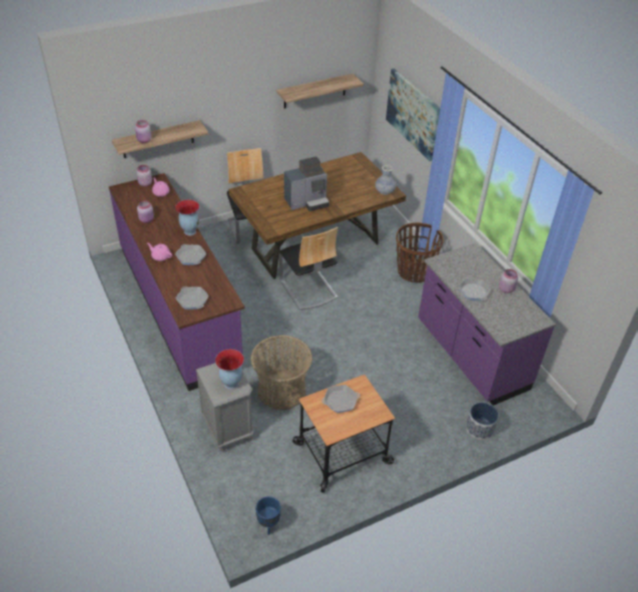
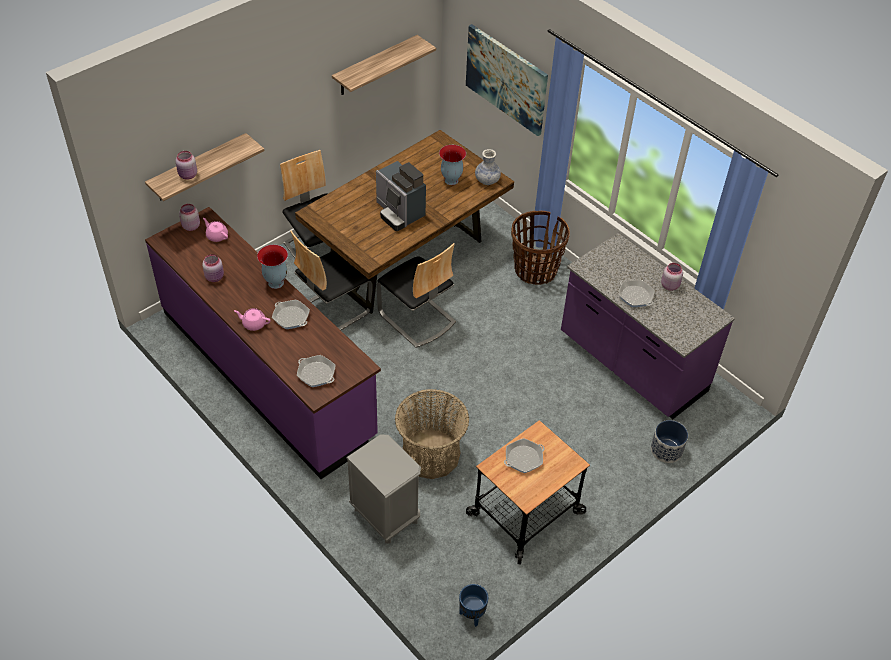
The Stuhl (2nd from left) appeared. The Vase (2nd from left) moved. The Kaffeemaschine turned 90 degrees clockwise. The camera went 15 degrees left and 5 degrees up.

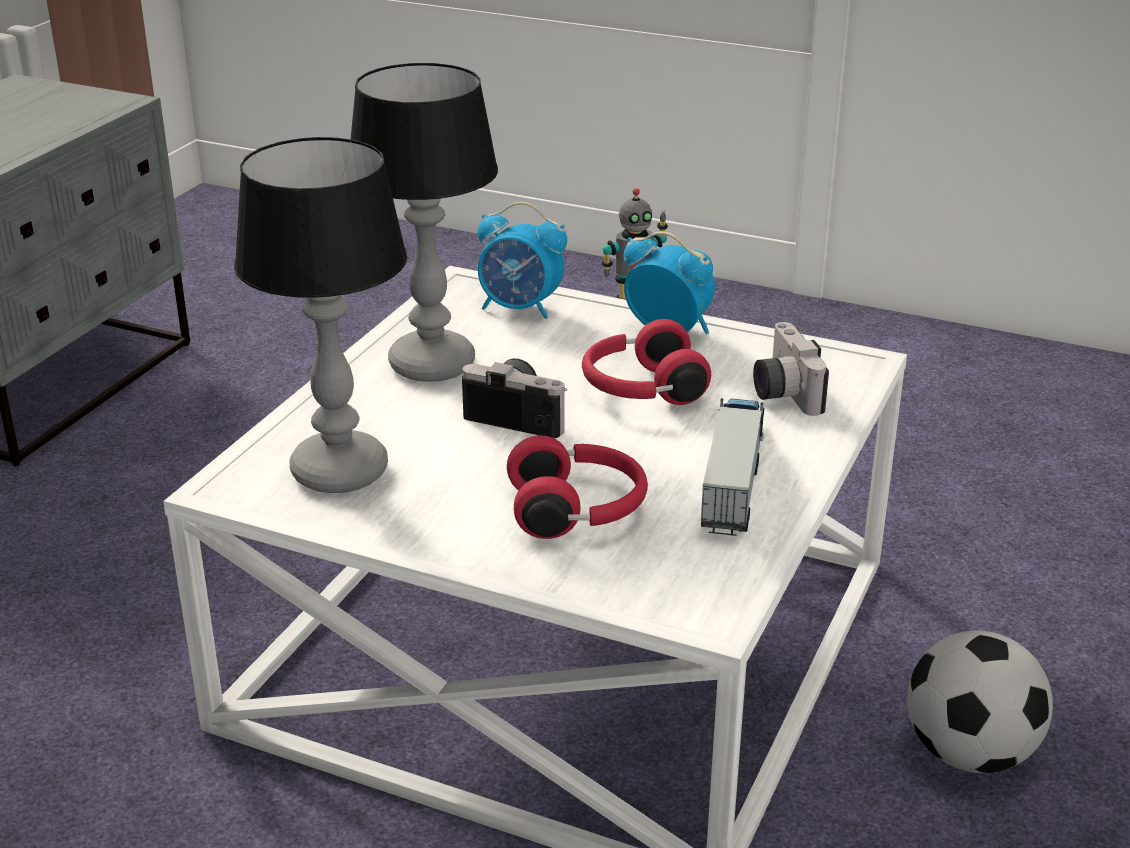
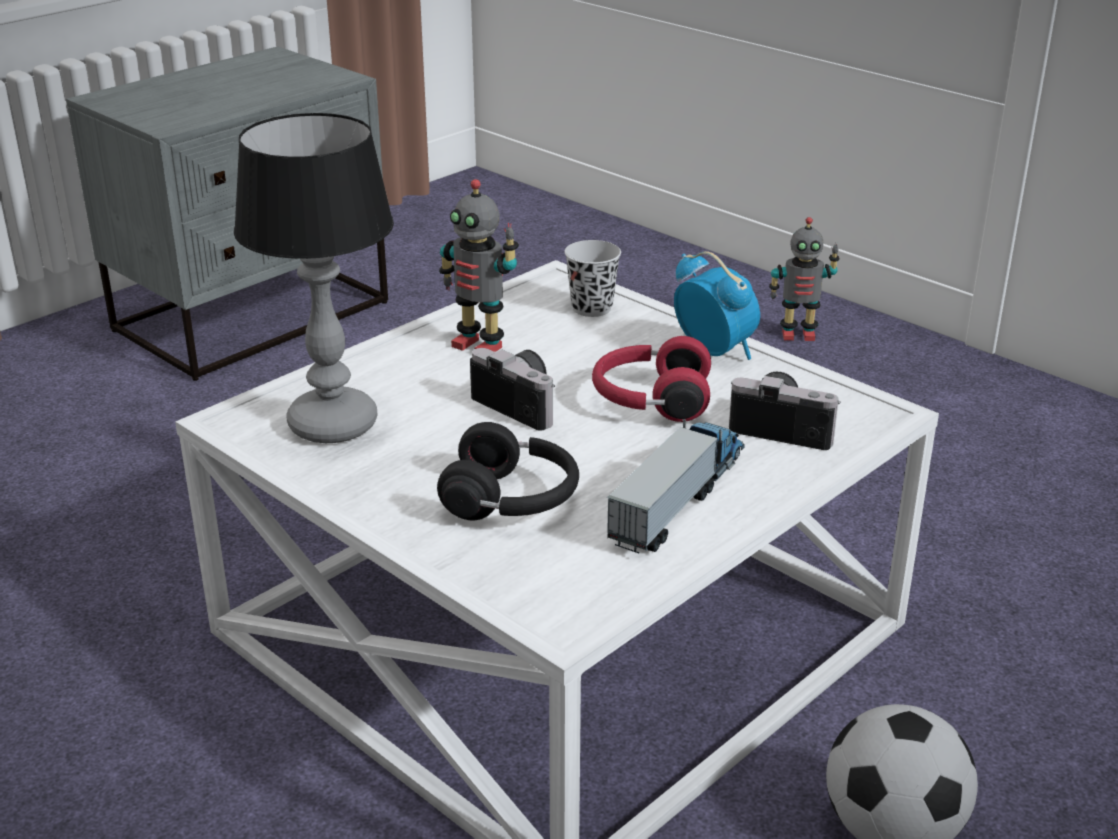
The Tischlampe (2nd from left) was replaced by the Spielzeugroboter (1st from left). The Wecker (1st from left) was replaced by the Tasse (schwarz). The Kopfhörer (rot) (1st from left) became the Kopfhörer (schwarz). The Kamera (2nd from left) turned 105 degrees clockwise. The camera went 20 degrees right and 0 degrees up.

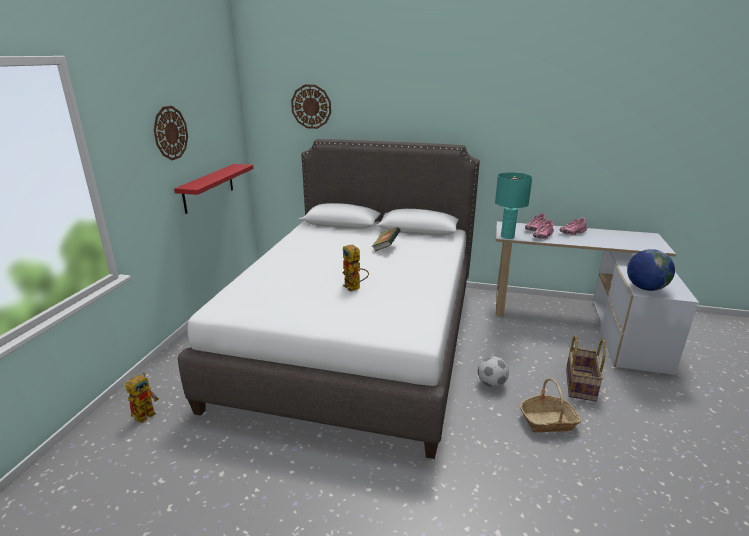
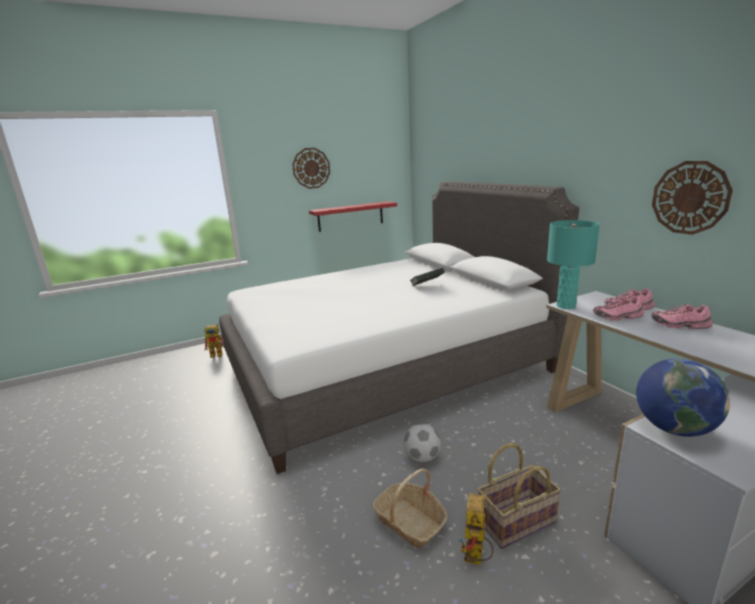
The Wanduhr (2nd from left) moved. The Spielzeugroboter (2nd from left) moved. The camera went 50 degrees right and 5 degrees down.

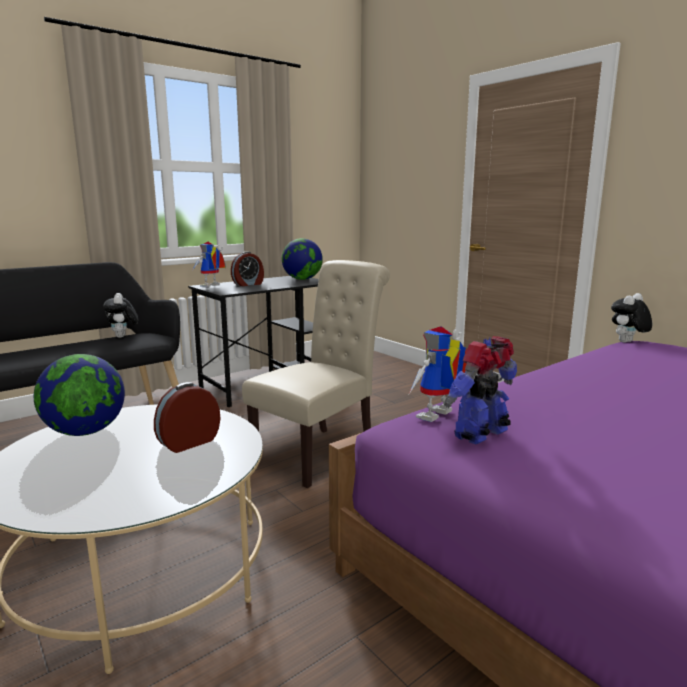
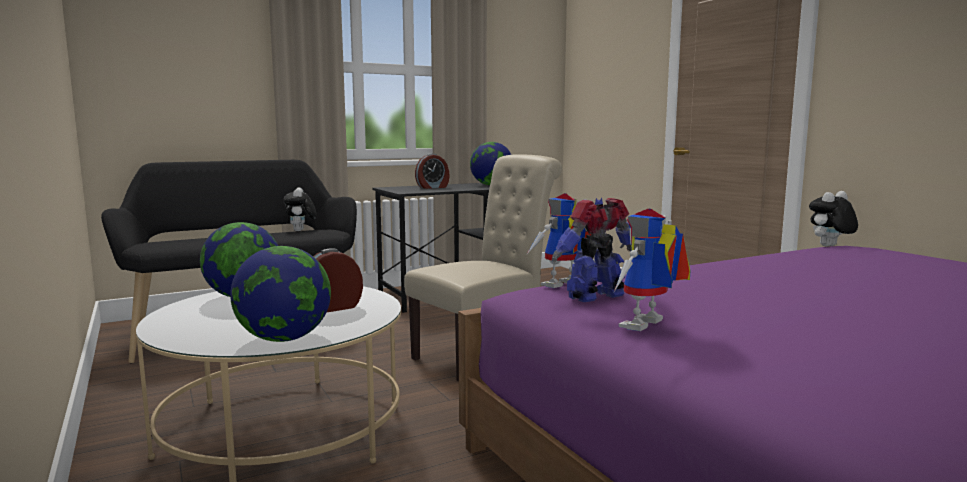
The Globus (2nd from left) appeared. The Spielzeugroboter (1st from left in the first image) moved. The camera went 10 degrees right and 5 degrees down.

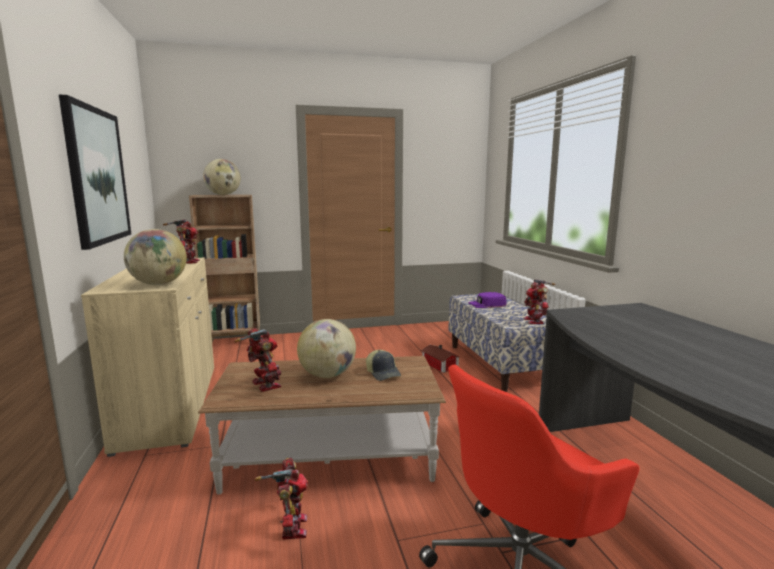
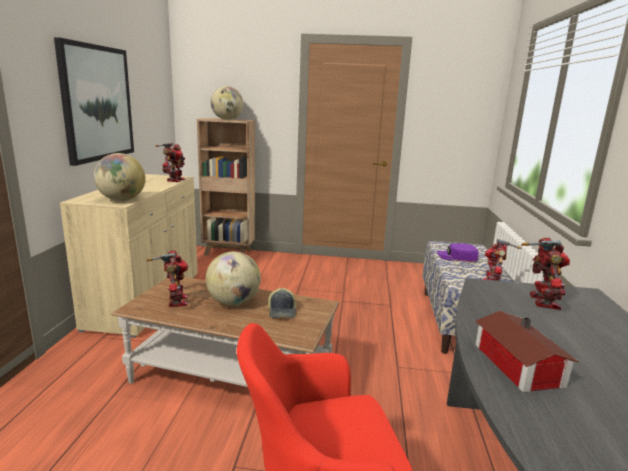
The Spielzeugroboter (3rd from left in the first image) moved. The Spielzeughaus moved. The camera went 20 degrees right and 5 degrees up.

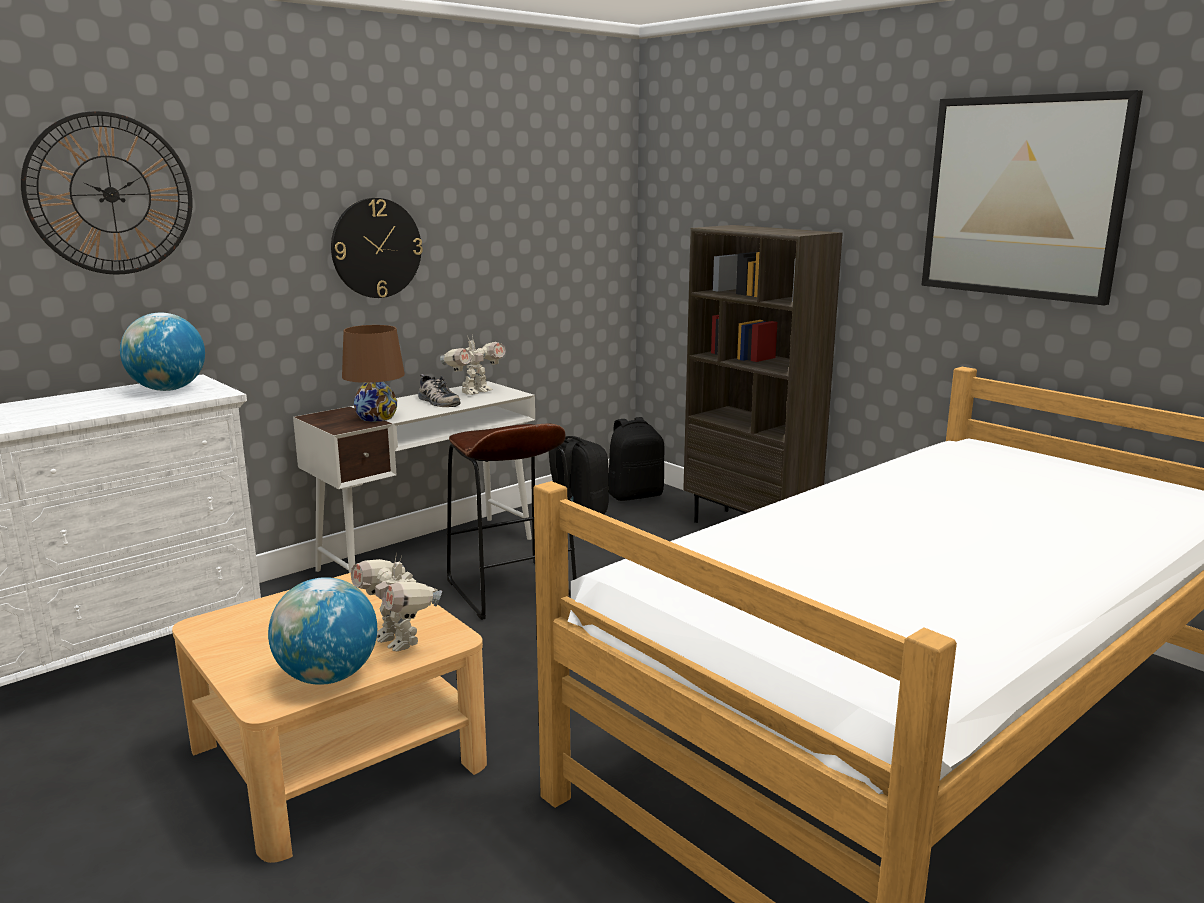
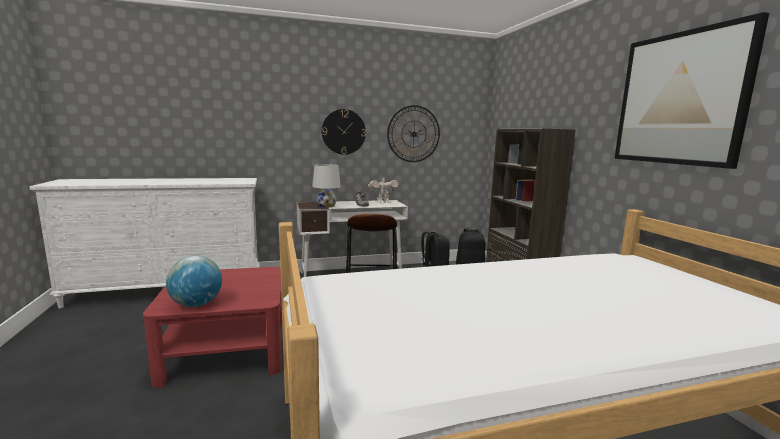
The Globus (1st from left) disappeared. The Spielzeugroboter (1st from left) disappeared. The Wanduhr (1st from left in the first image) moved. The Couchtisch (beige) became the Couchtisch (rot). The Tischlampe (braun) became the Tischlampe (weiß). The camera went 25 degrees right and 5 degrees down.

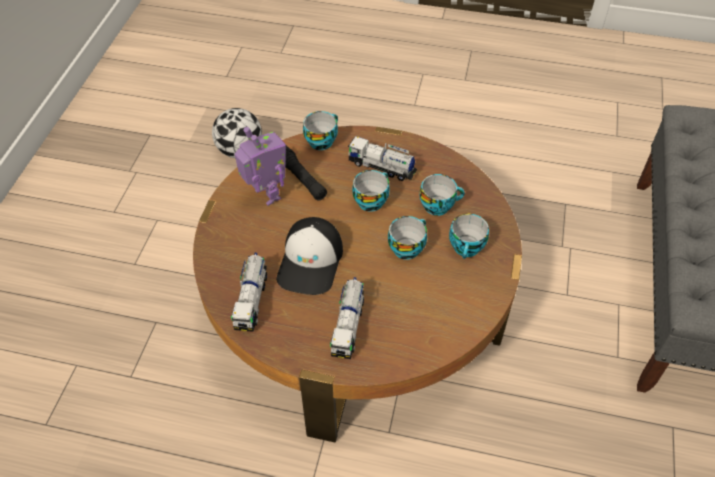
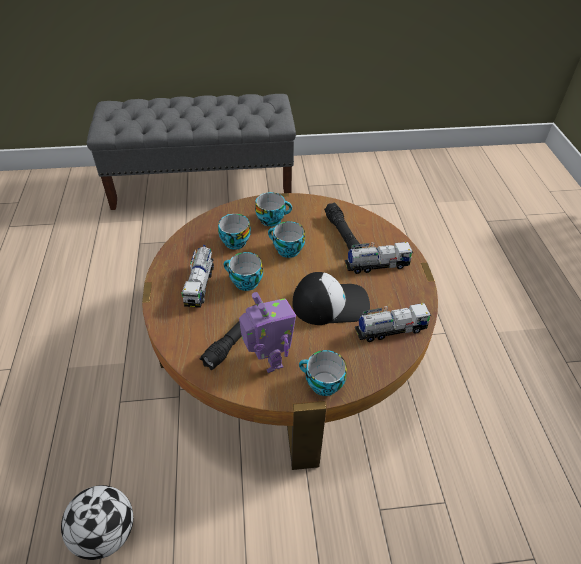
The Taschenlampe (schwarz) (2nd from left) appeared. The Tasse (1st from left in the first image) moved. The Spielzeugroboter turned 120 degrees clockwise. The camera went 110 degrees left and 5 degrees down.

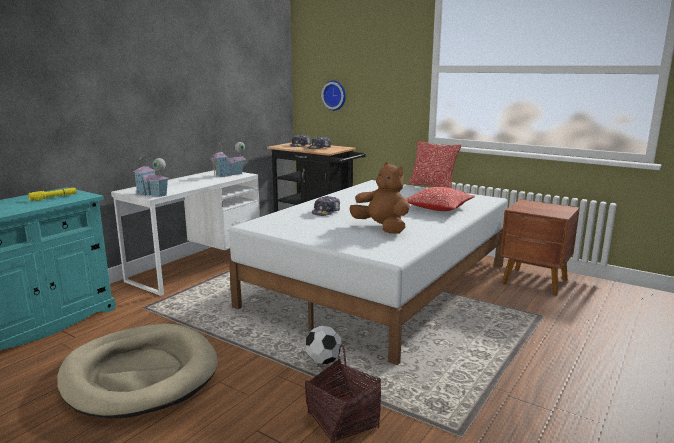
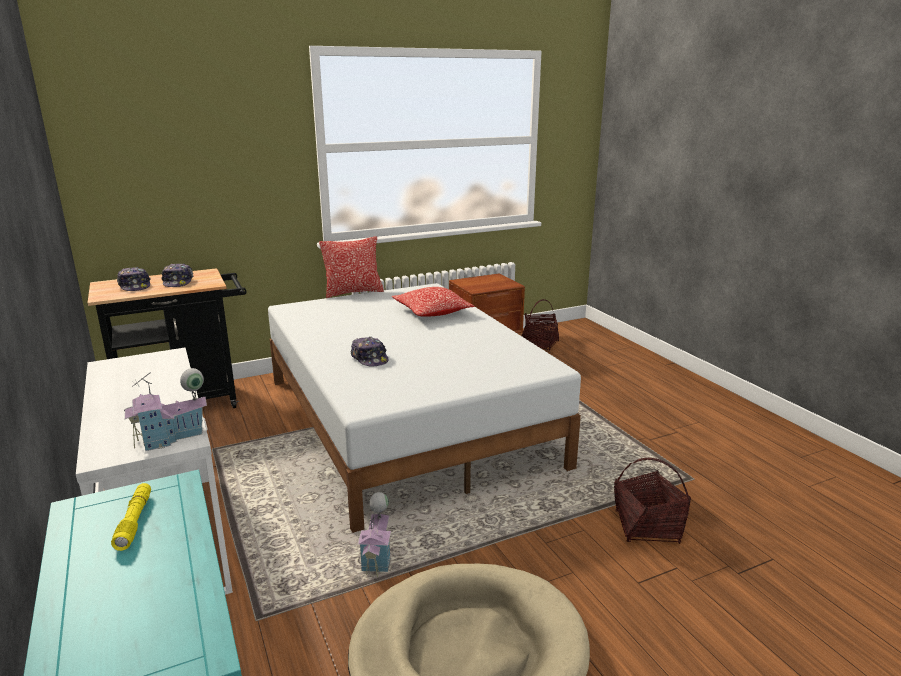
The Fußball disappeared. The Wanduhr disappeared. The Plüschtier (braun) disappeared. The Korb (1st from left) appeared. The Spielzeughaus (2nd from left) moved. The camera went 60 degrees left and 5 degrees up.

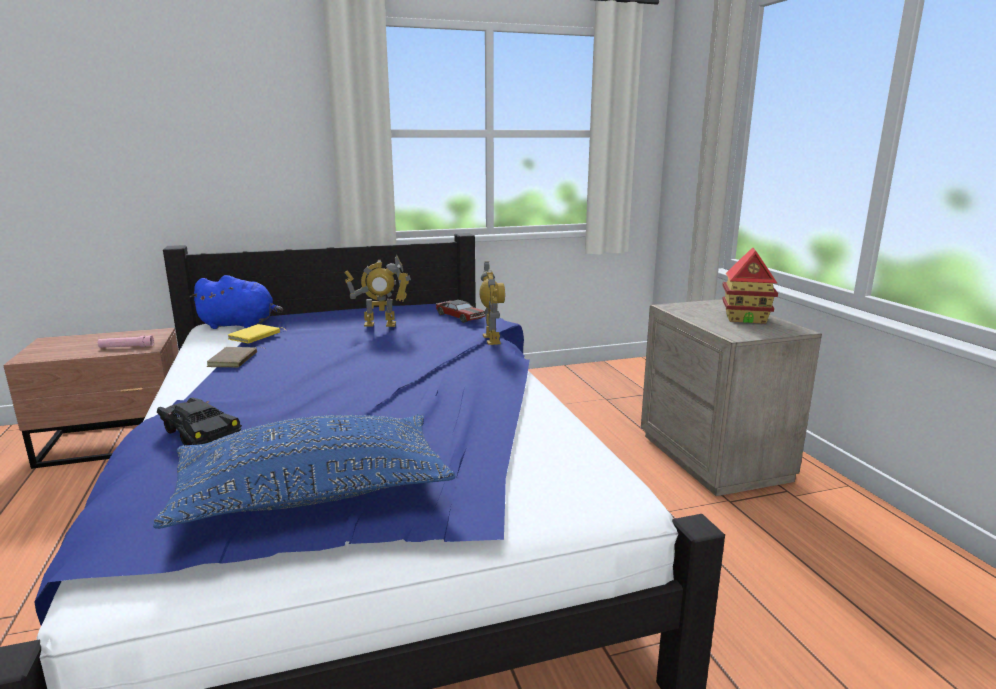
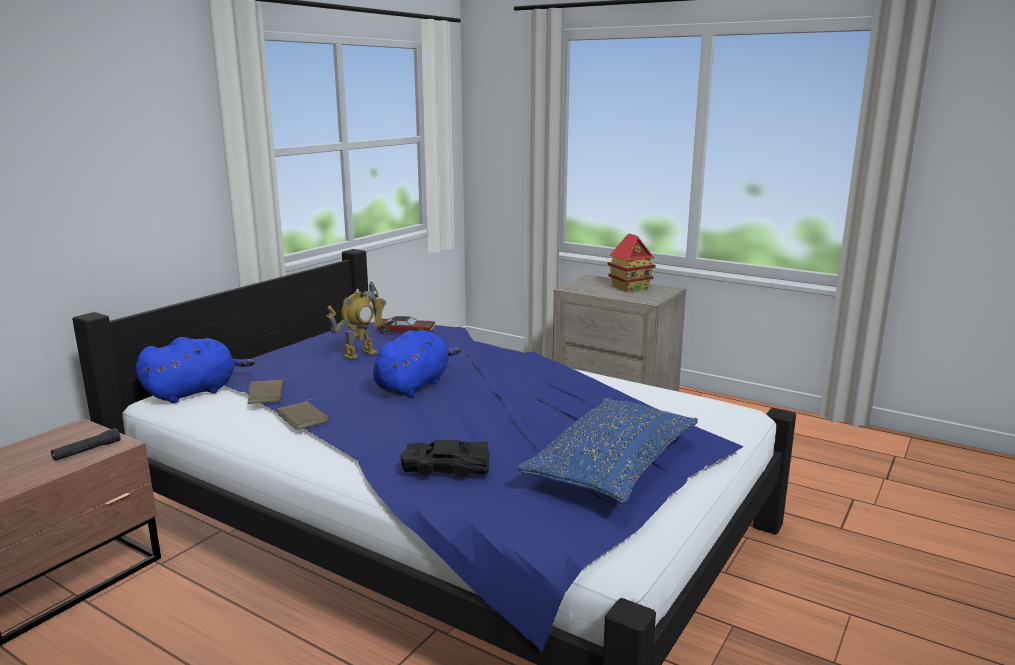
The Spielzeugroboter (2nd from left) disappeared. The Plüschtier (blau) (2nd from left) appeared. The Taschenlampe (rosa) became the Taschenlampe (schwarz). The Buch (gelb) became the Buch (braun) (1st from left). The camera went 40 degrees left and 0 degrees up.

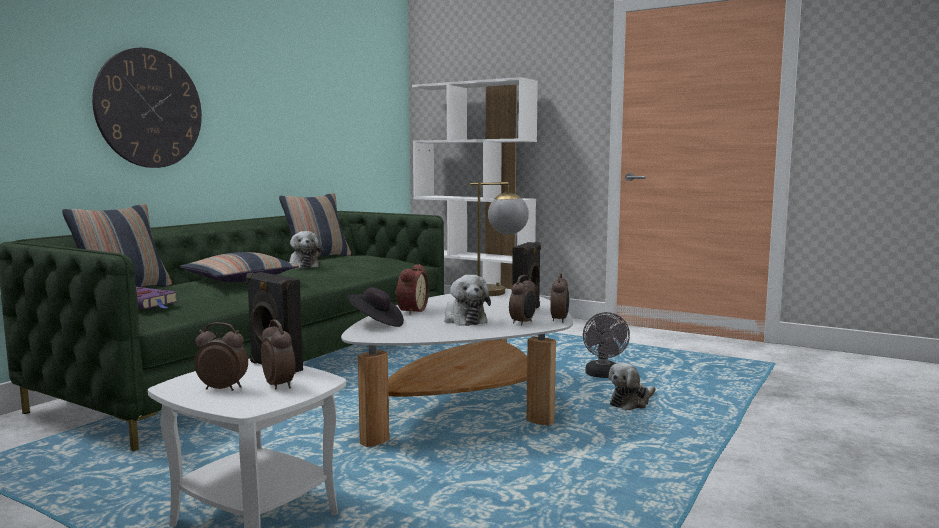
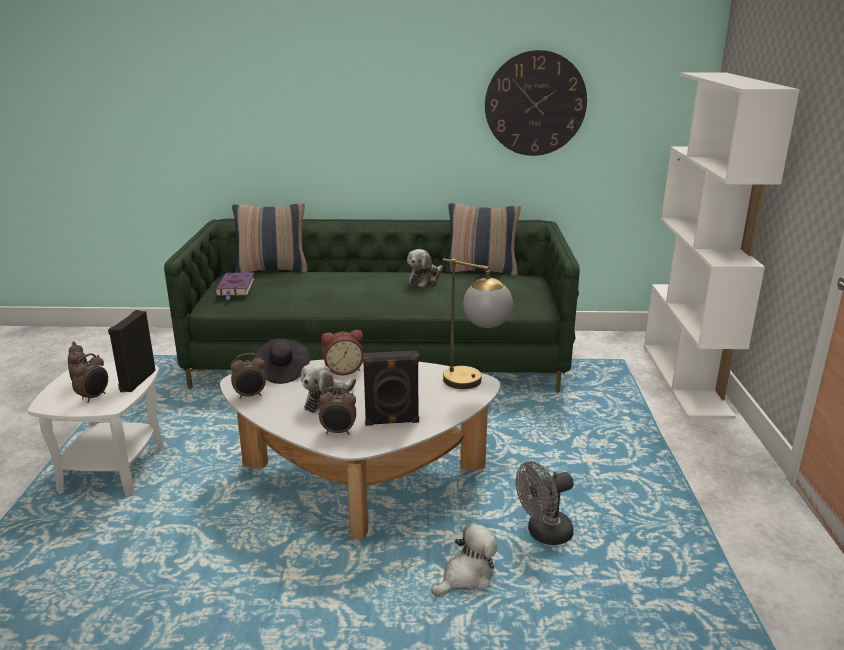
The Kissen (2nd from left) disappeared. The Wanduhr moved. The Wecker (5th from left in the first image) moved. The Plüschtier (3rd from left) turned 120 degrees clockwise. The camera went 60 degrees right and 15 degrees up.

